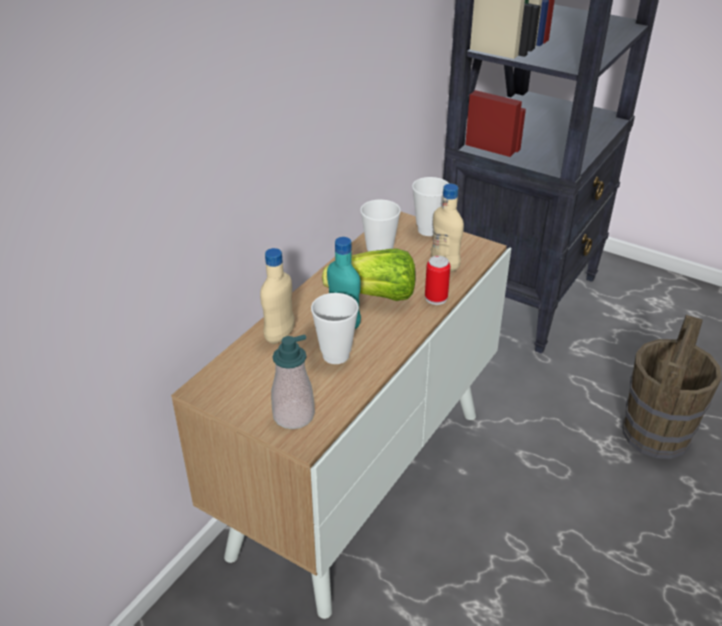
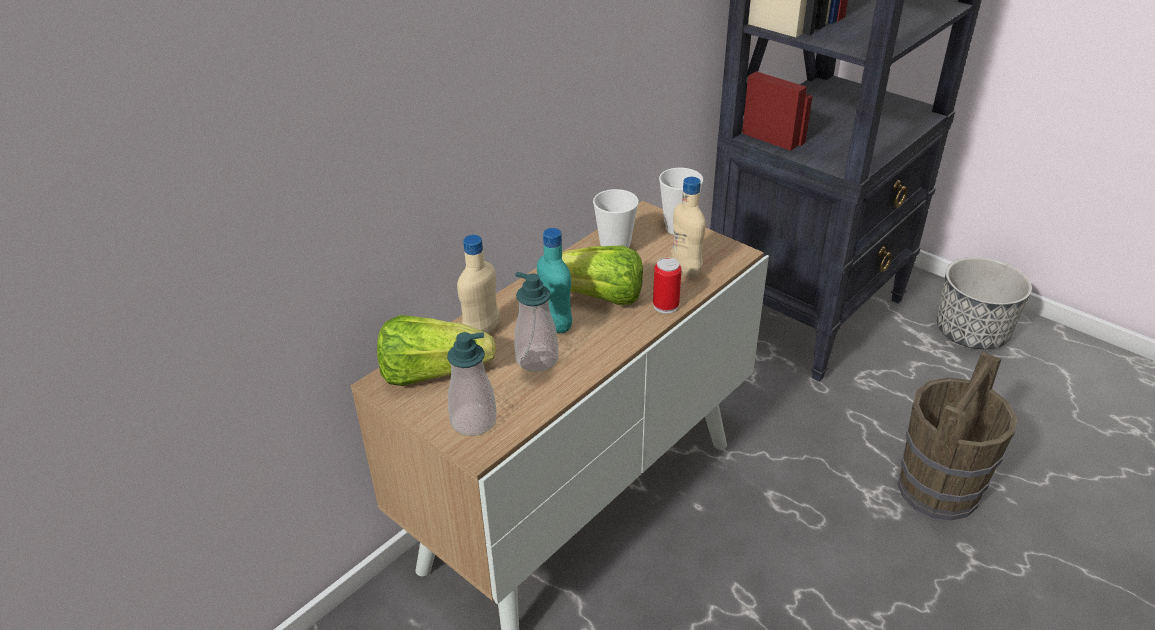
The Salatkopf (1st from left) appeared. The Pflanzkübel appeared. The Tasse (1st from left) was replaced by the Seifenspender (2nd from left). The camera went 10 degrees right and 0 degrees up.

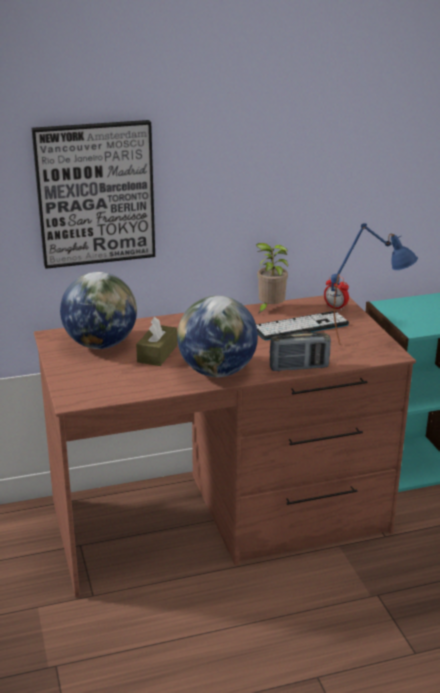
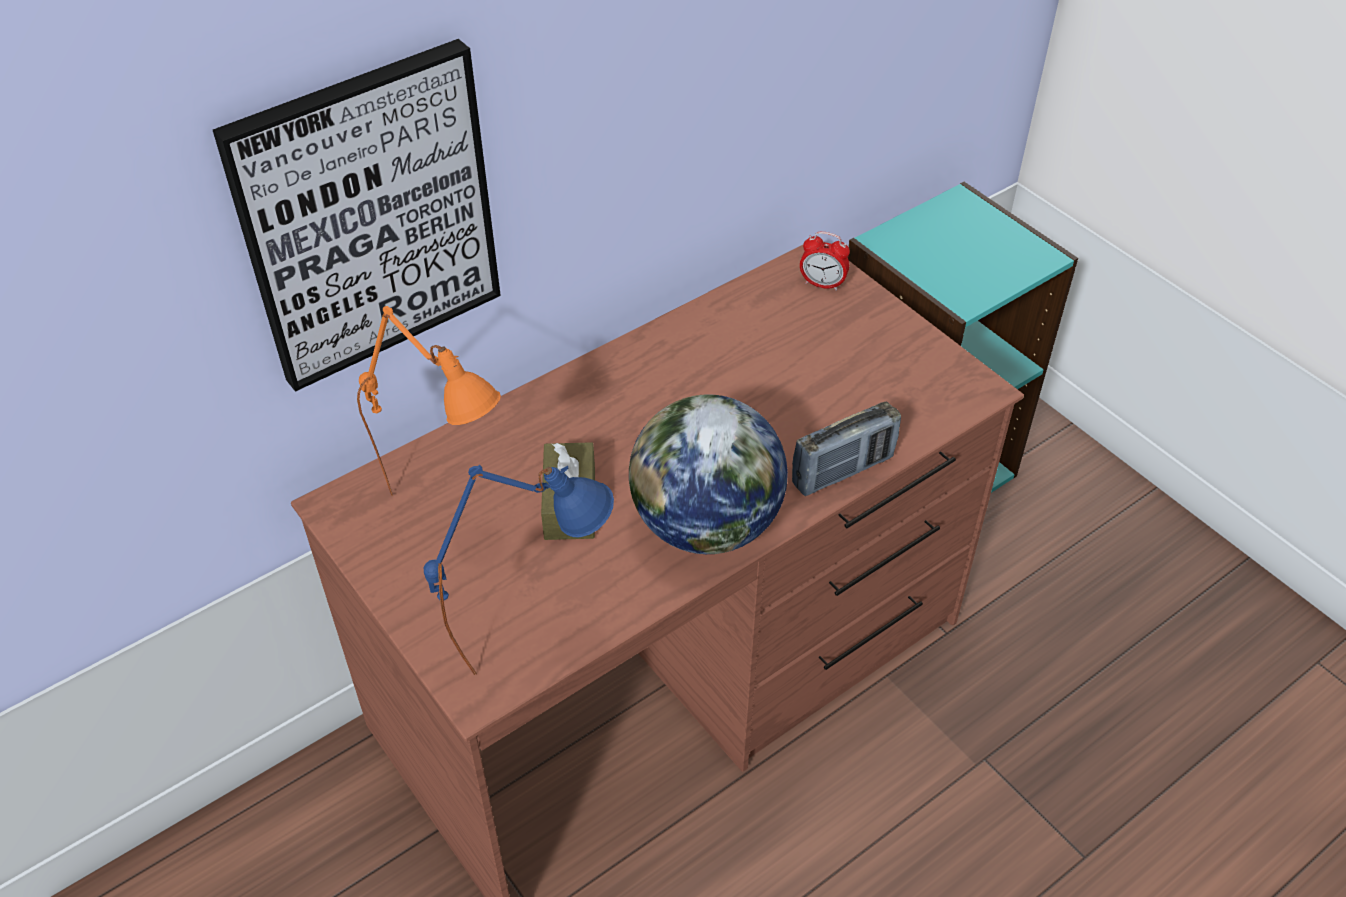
The Topfpflanze disappeared. The Tastatur disappeared. The Tischlampe (blau) moved. The Globus (1st from left) was replaced by the Tischlampe (orange). The camera went 20 degrees left and 20 degrees up.

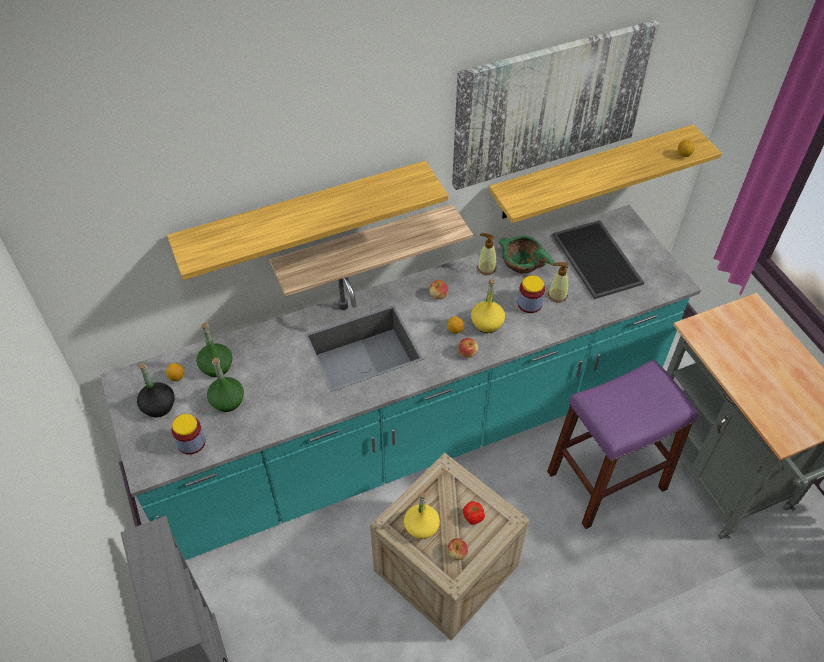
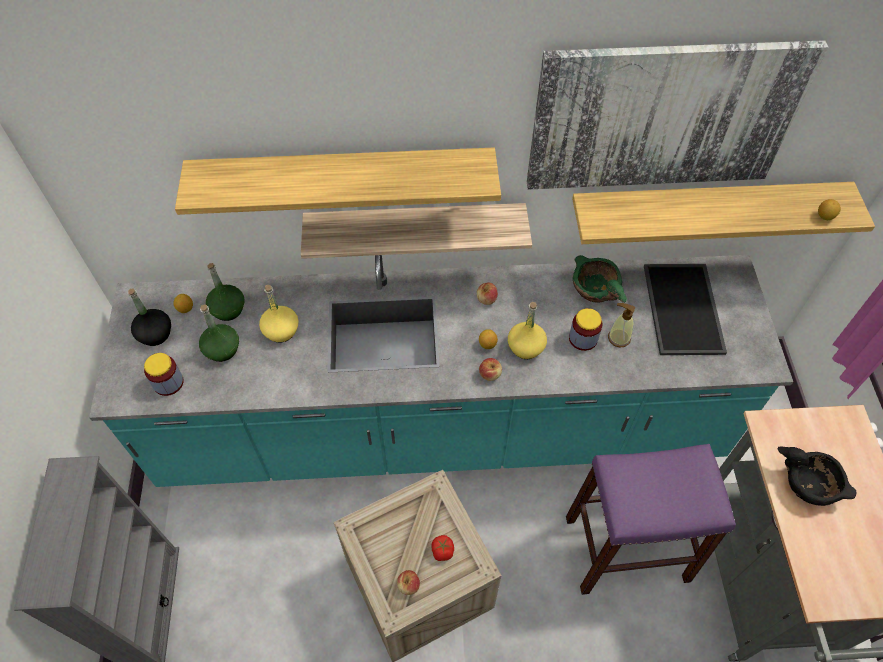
The Seifenspender (1st from left) disappeared. The Schüssel (schwarz) appeared. The Flasche (gelb) (1st from left) moved. The camera went 20 degrees right and 5 degrees up.

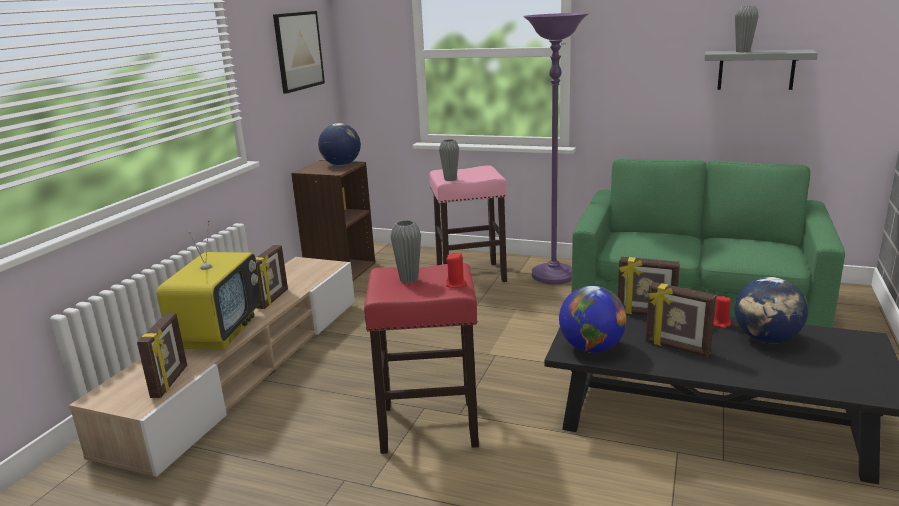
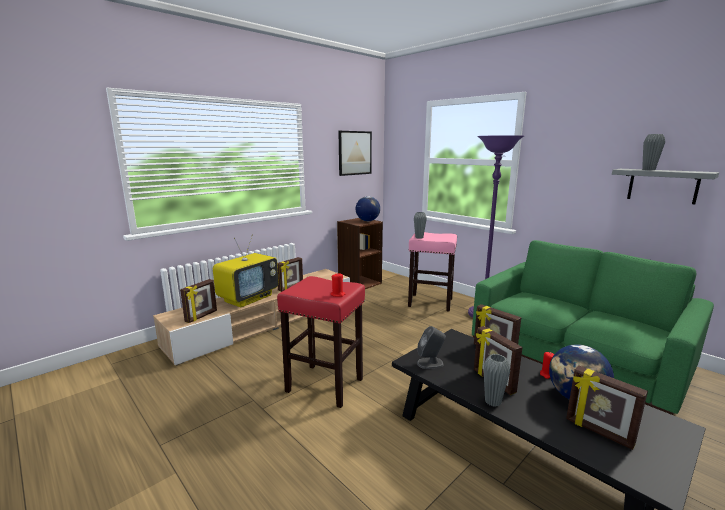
The Bilderrahmen (5th from left) appeared. The Vase (grau) (1st from left in the first image) moved. The Globus (2nd from left) was replaced by the Lautsprecher (grau). The camera went 25 degrees right and 5 degrees down.

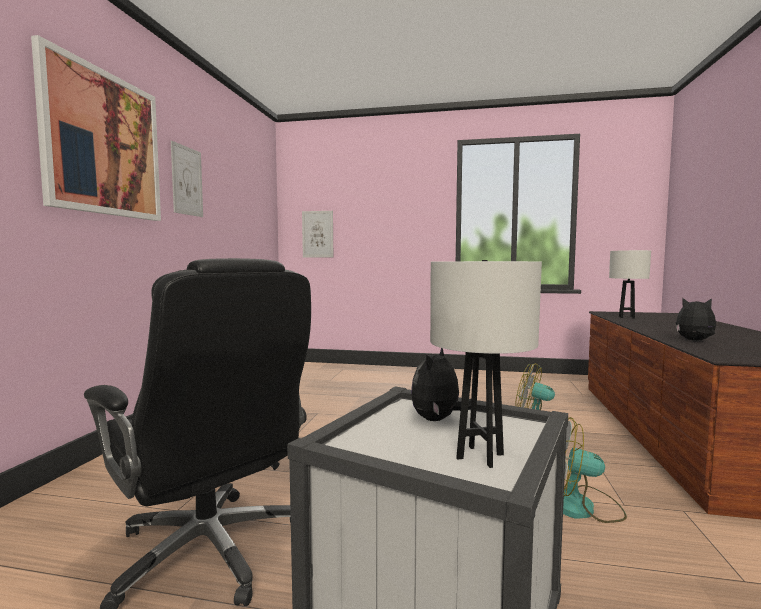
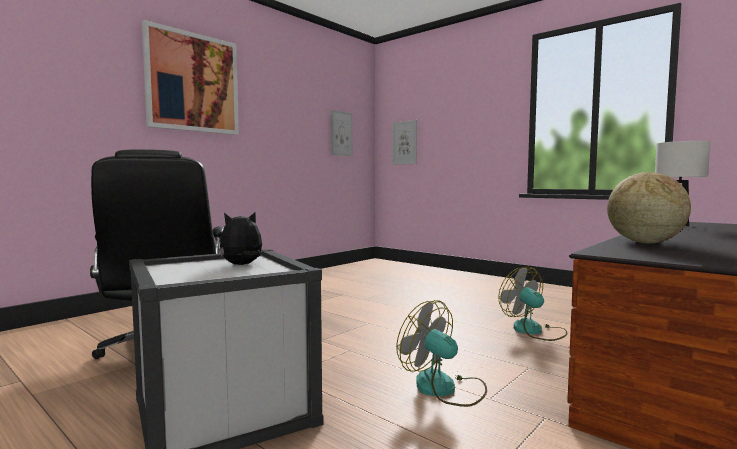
The Tischlampe (weiß) (1st from left) disappeared. The Bild (2nd from left) moved. The Plüschtier (2nd from left) was replaced by the Globus. The camera went 30 degrees right and 0 degrees up.

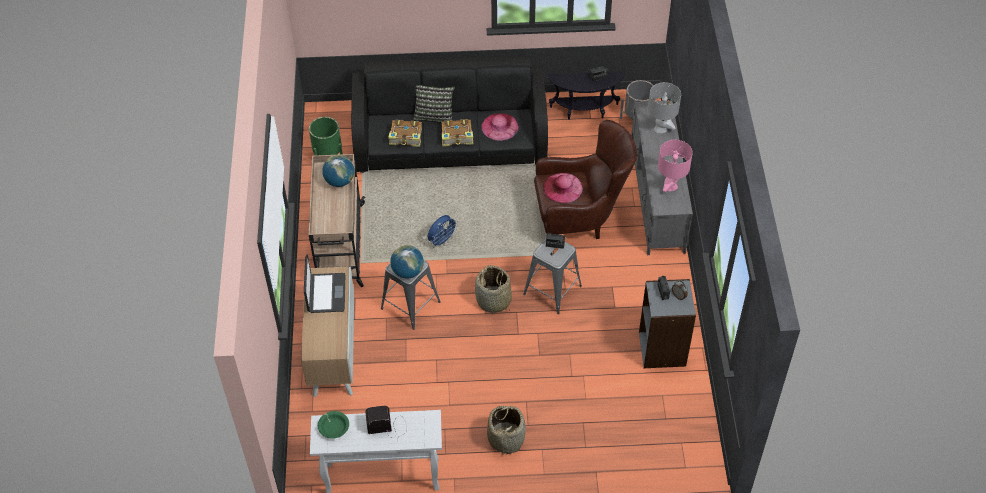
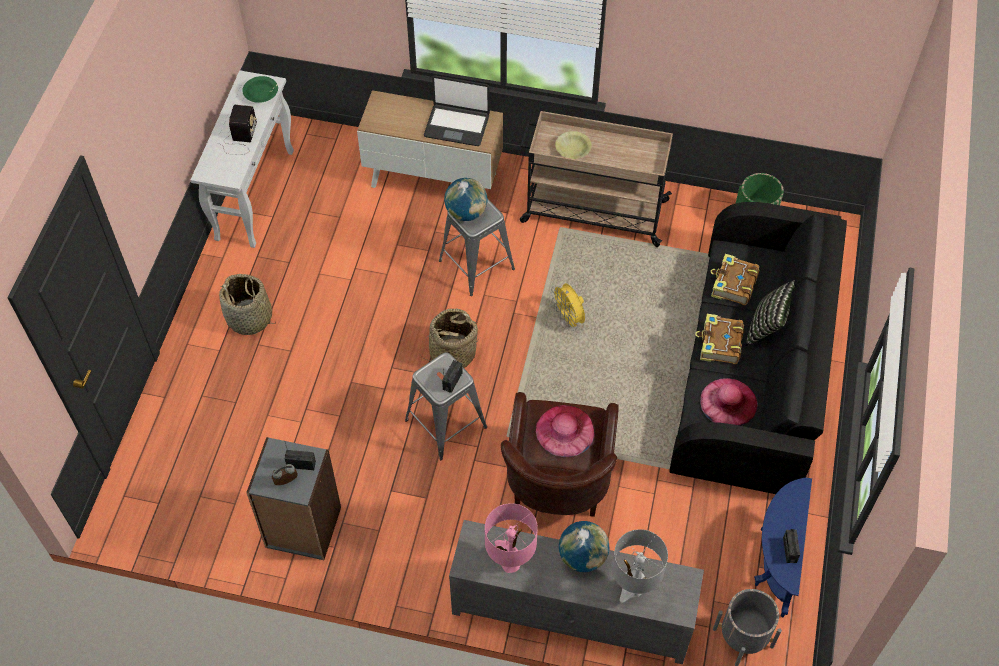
The Schüssel (gelb) appeared. The Globus (1st from left in the first image) moved. The Ventilator (blau) became the Ventilator (gelb). The Beistelltisch (schwarz) became the Beistelltisch (blau). The camera went 105 degrees right and 5 degrees up.

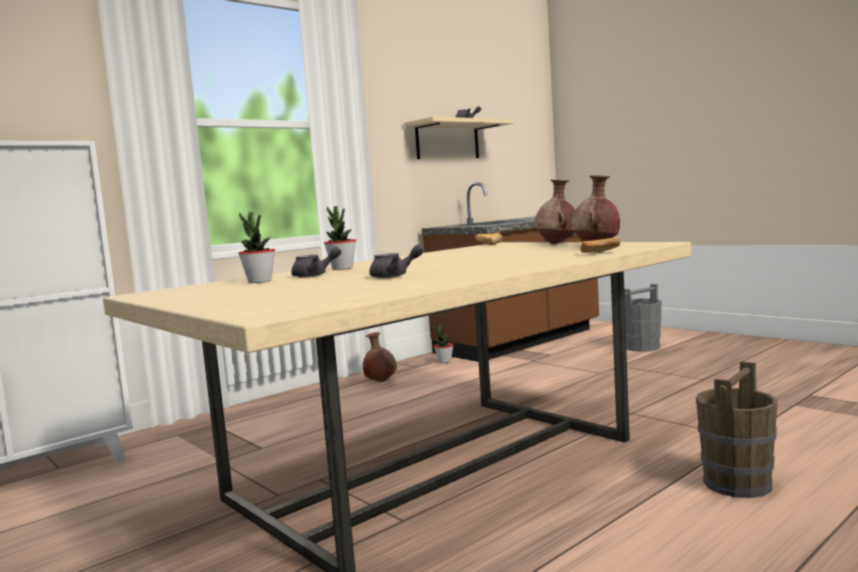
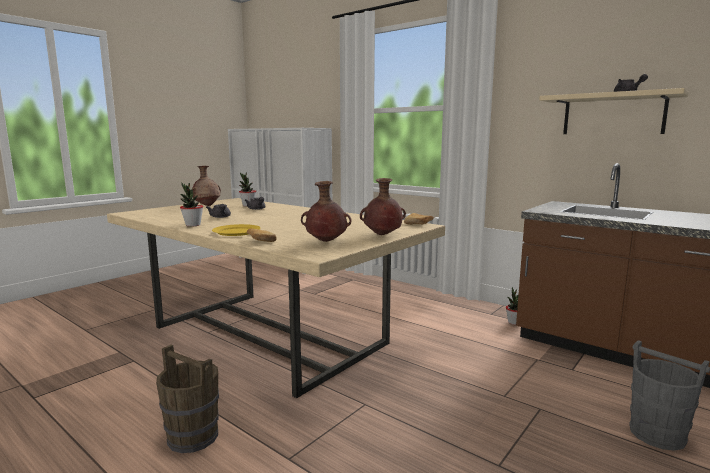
The Teller (gelb) appeared. The Topfpflanze (2nd from left in the first image) moved. The Vase (braun) (1st from left) moved. The camera went 80 degrees right and 5 degrees up.

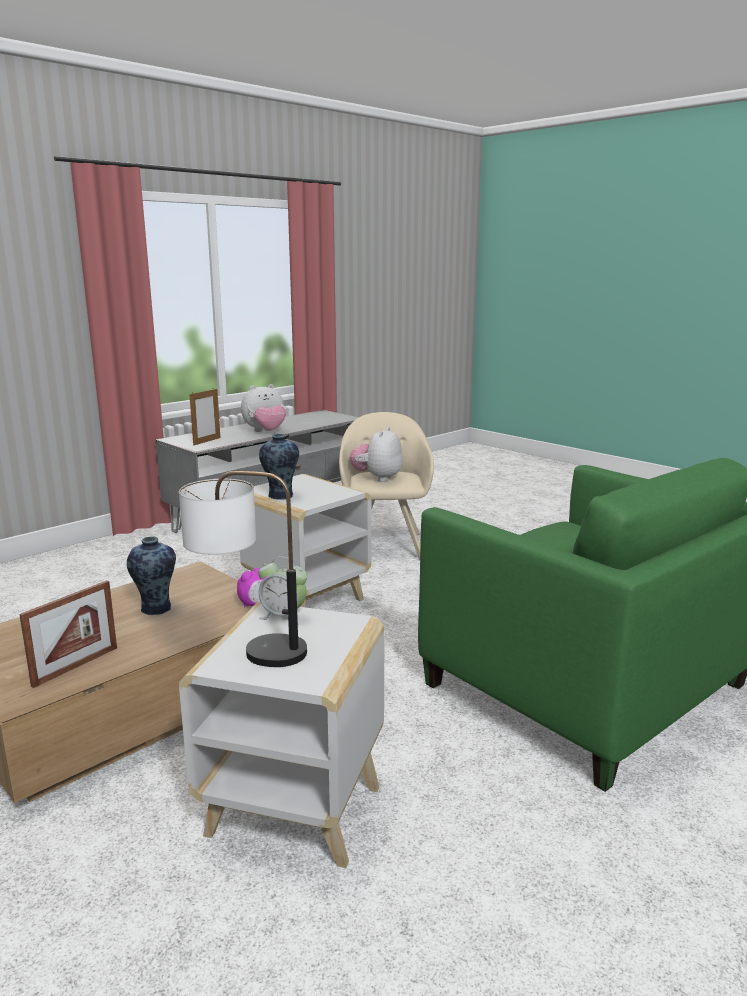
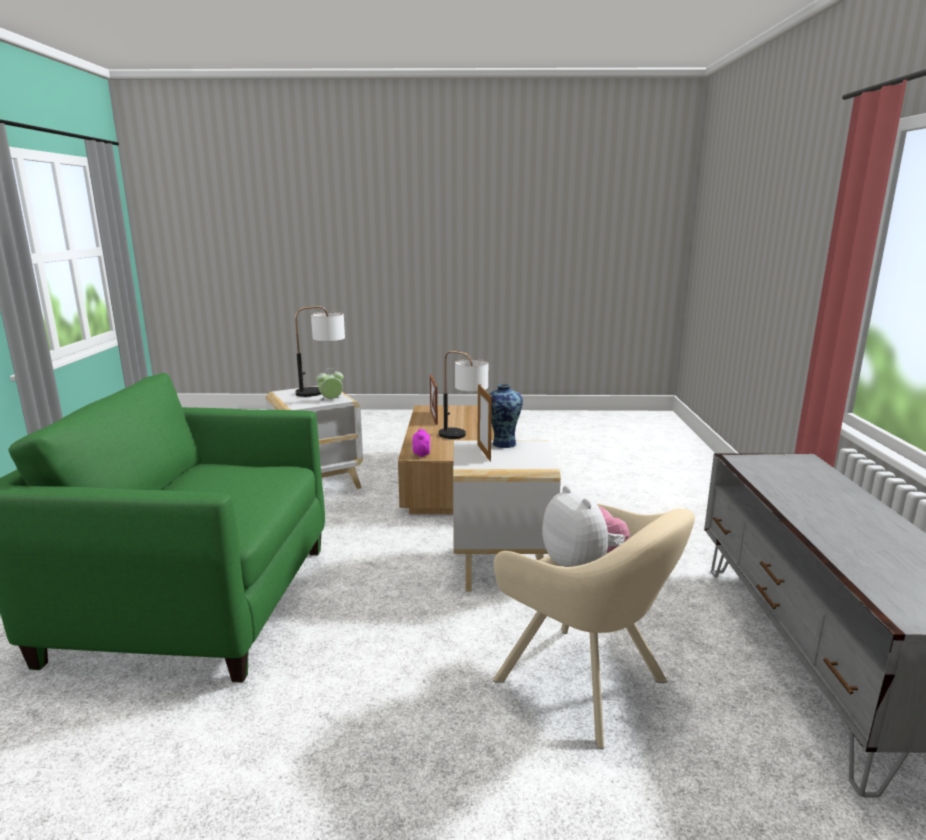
The Plüschtier (1st from left) disappeared. The Bilderrahmen (2nd from left) moved. The Vase (1st from left) was replaced by the Tischlampe (2nd from left). The camera went 135 degrees right and 0 degrees up.

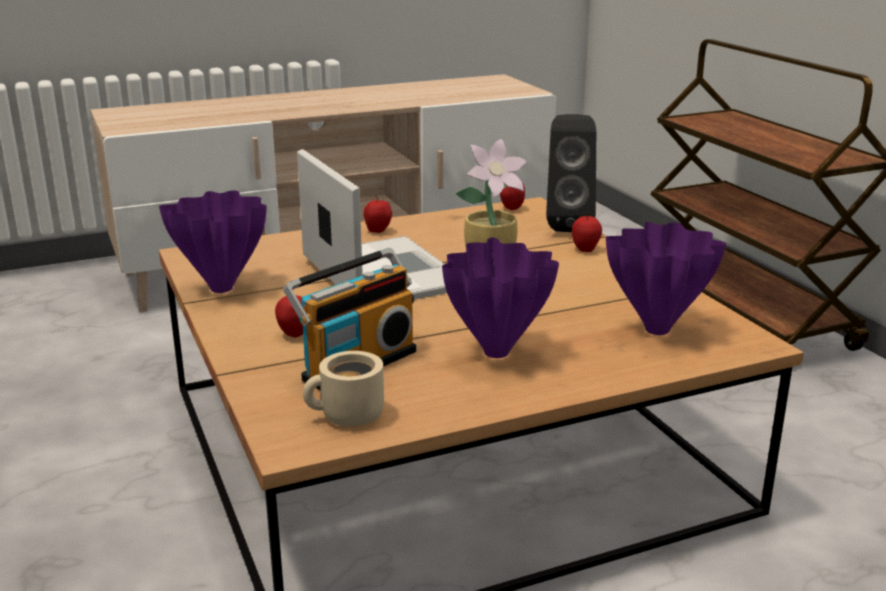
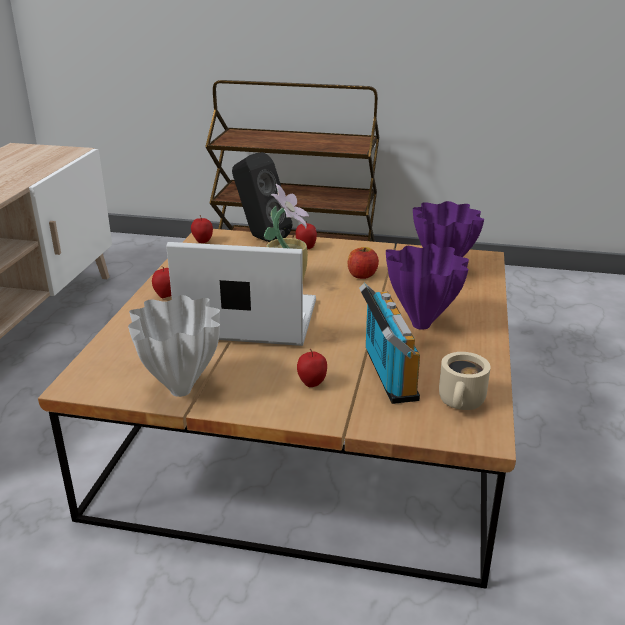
The Apfel (5th from left) appeared. The Vase (lila) (1st from left) became the Vase (weiß). The camera went 55 degrees left and 5 degrees up.

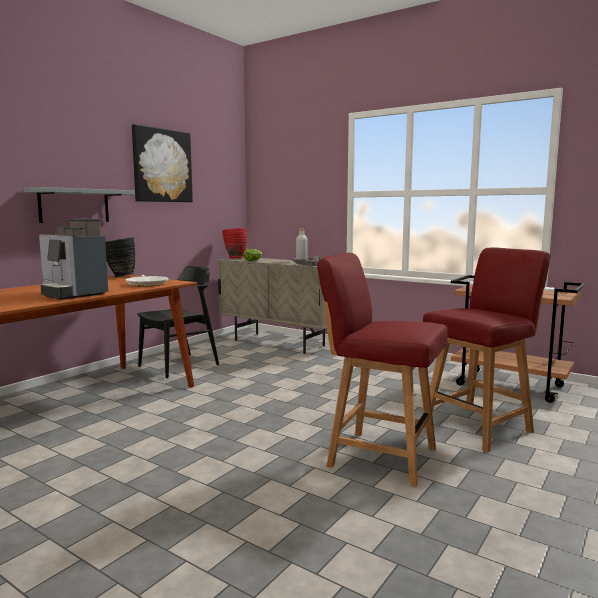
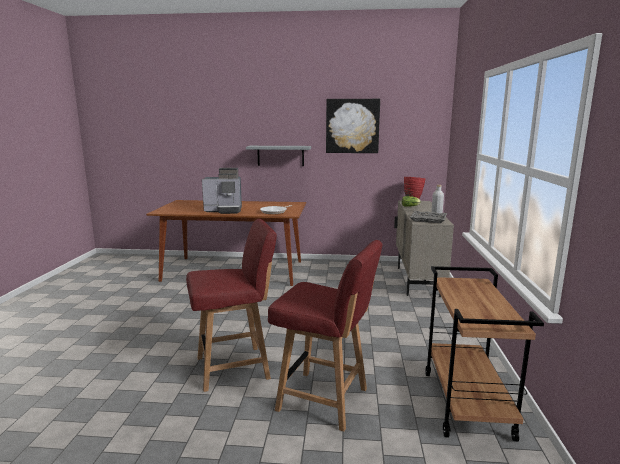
The Vase (schwarz) disappeared. The Stuhl (schwarz) disappeared. The Kaffeemaschine turned 105 degrees counterclockwise. The Stuhl (rot) (1st from left) turned 75 degrees clockwise. The camera went 60 degrees right and 5 degrees up.

